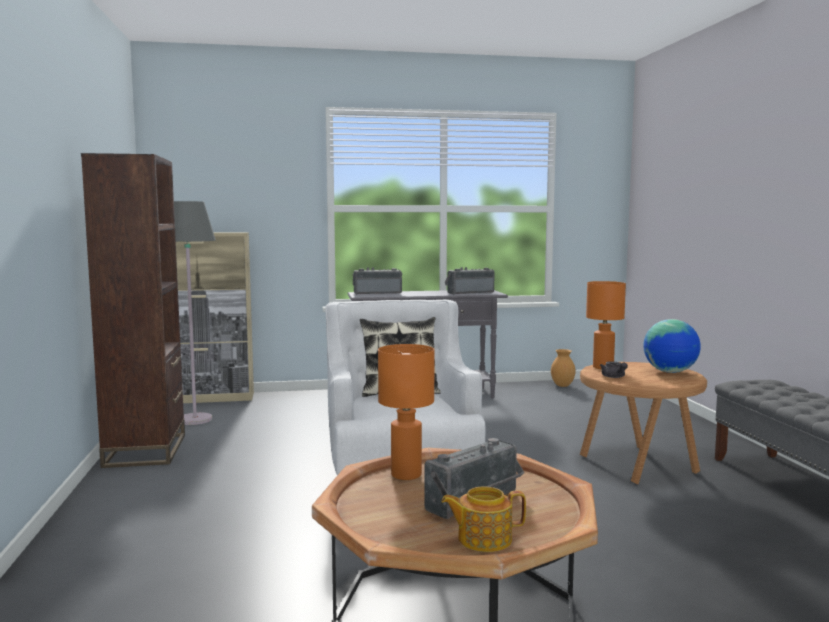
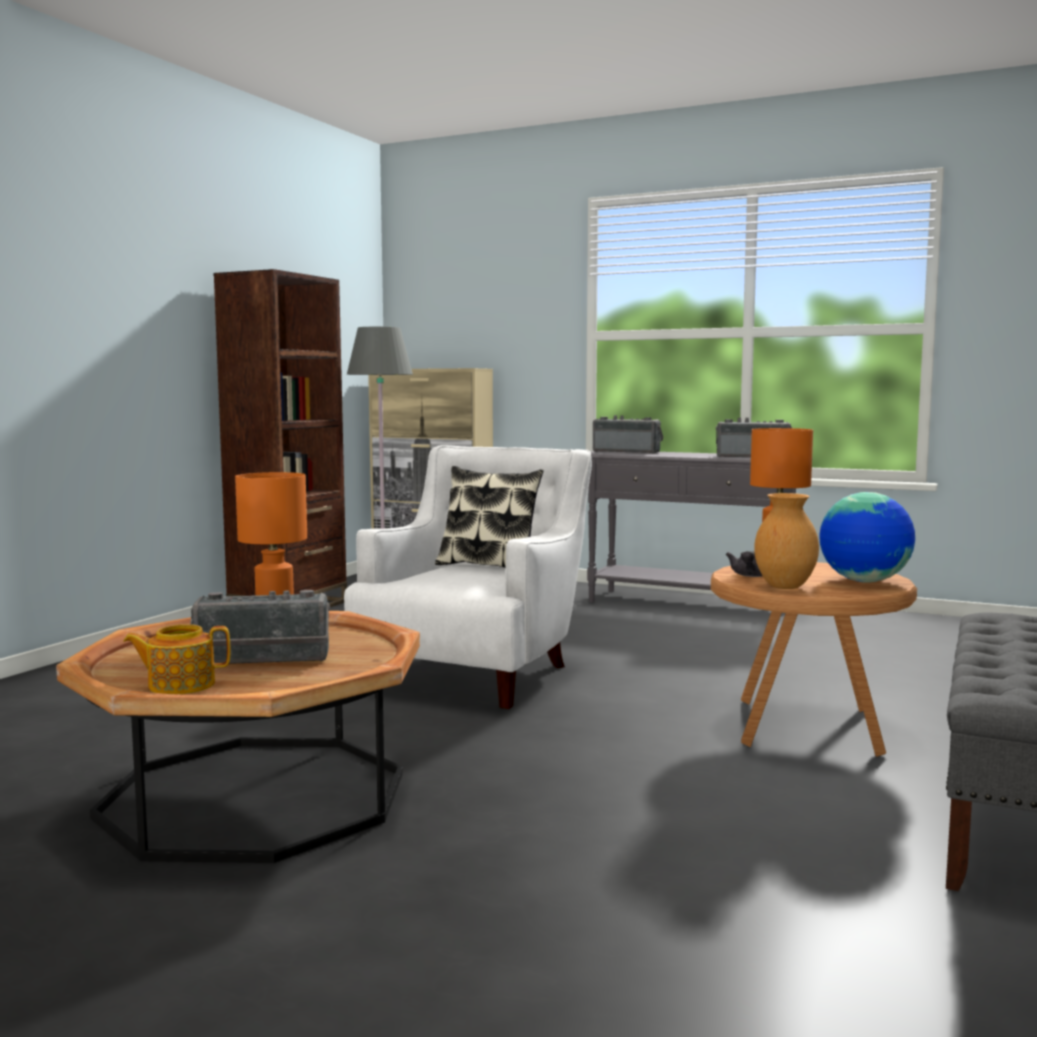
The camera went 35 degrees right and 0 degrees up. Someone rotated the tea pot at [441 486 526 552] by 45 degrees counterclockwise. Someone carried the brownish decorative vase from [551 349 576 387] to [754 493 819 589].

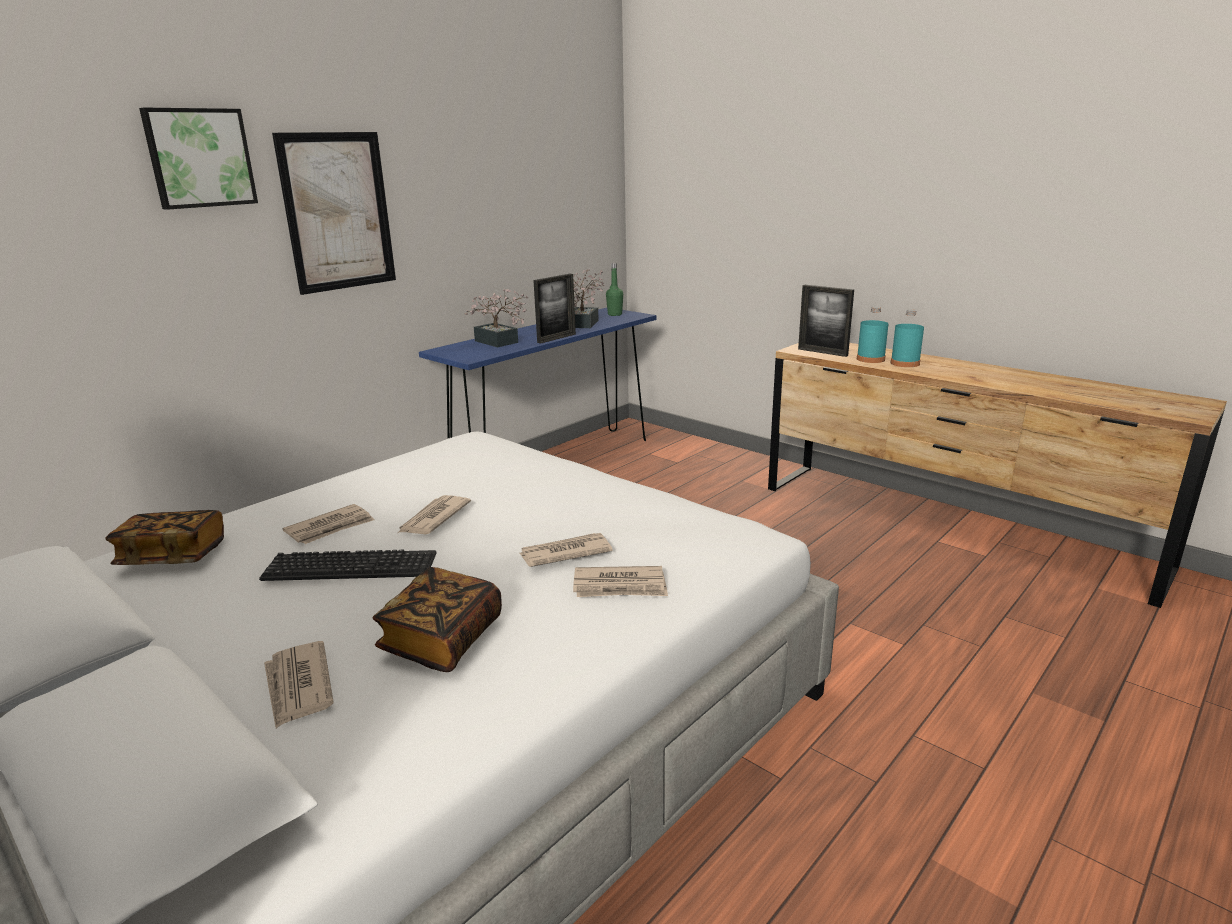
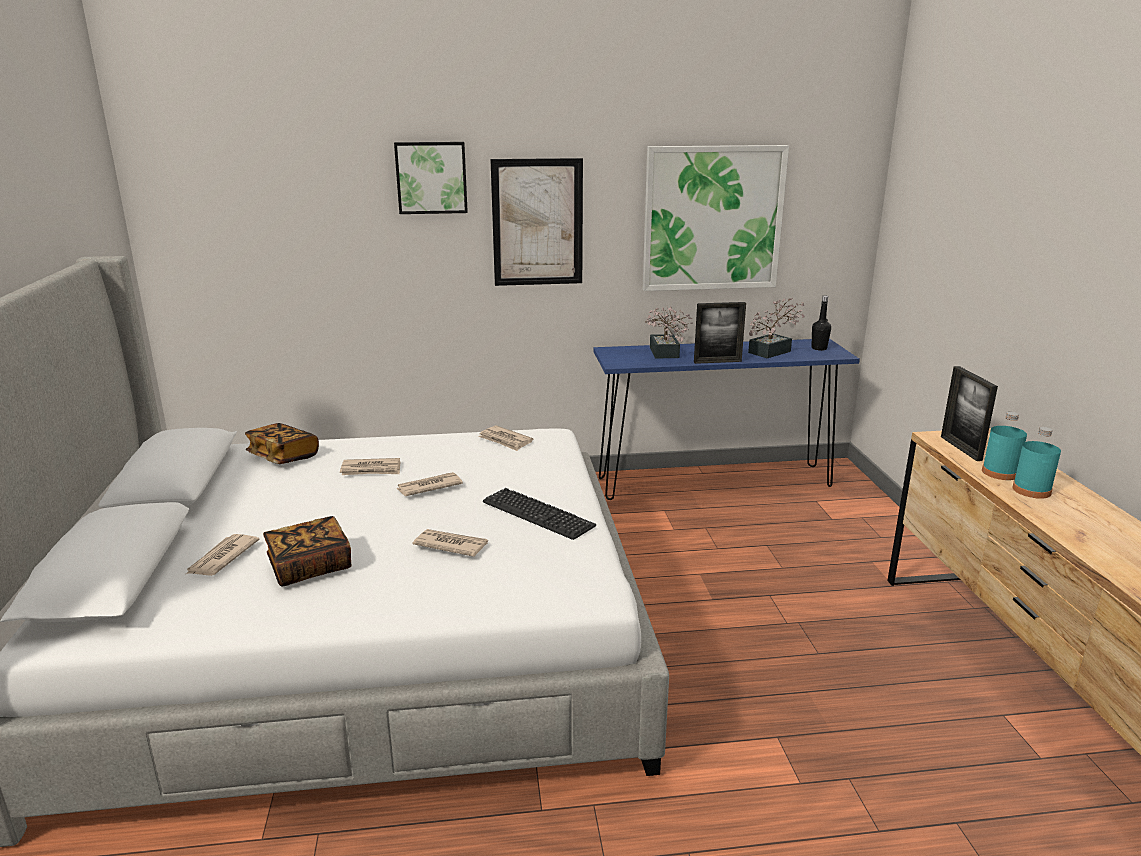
The camera went 40 degrees right and 0 degrees up. Someone carried the keyboard from [259 550 437 581] to [483 488 596 540]. Someone carried the newspaper from [573 566 668 597] to [478 426 533 451]. Someone repainted the green-coloured drink bottle at [606 263 623 316], which became the blackish drink bottle at [812 296 831 351]. Someone put up the picture at [643 145 789 291].

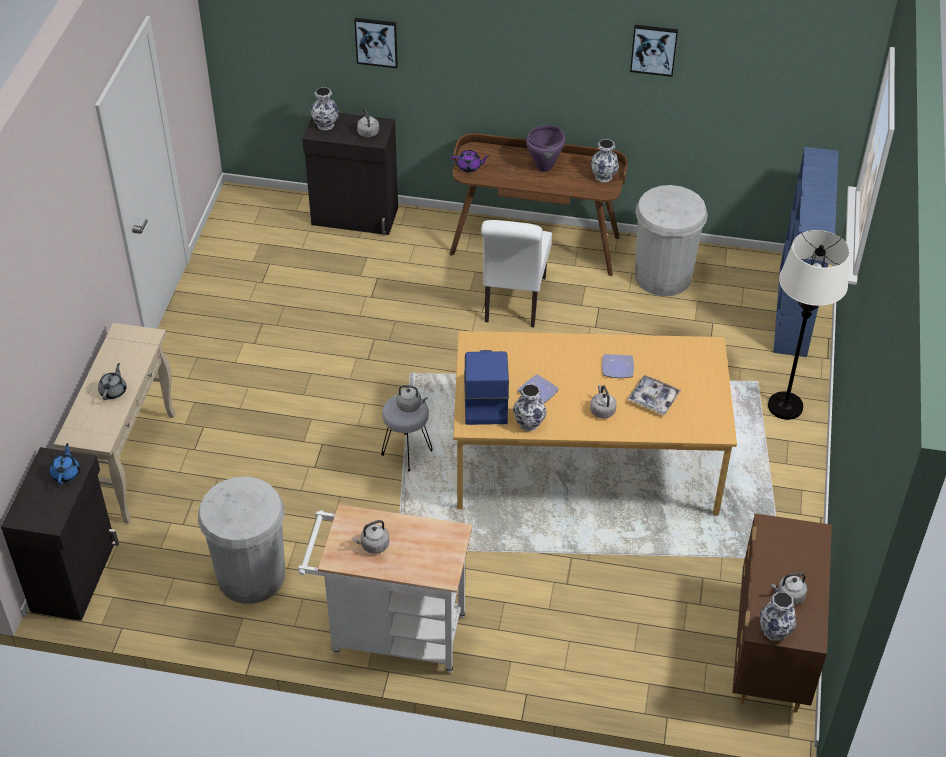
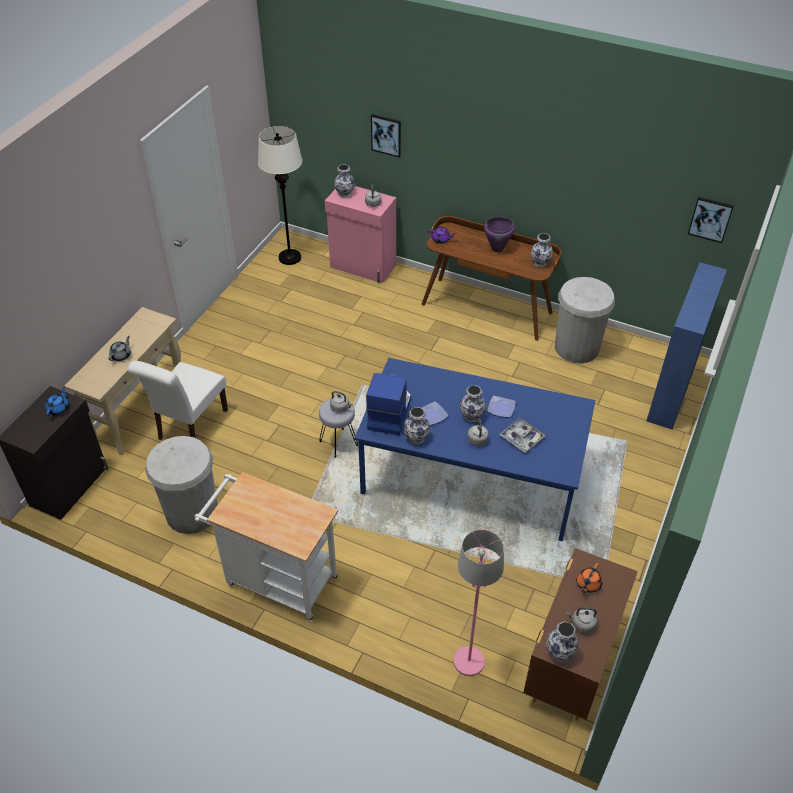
The camera went 15 degrees right and 0 degrees up. Someone repainted the blackish storage cabinet at [303 113 398 236], which became the pinkish storage cabinet at [325 186 396 283]. Someone took away the greyish tea kettle at [352 520 390 554]. Someone repainted the orangey kitchen table at [453 331 737 516], which became the bluish kitchen table at [355 358 595 541]. Someone carried the white-coloured chair from [481 220 552 327] to [127 361 228 440]. Someone carried the picture from [630 25 678 77] to [688 197 734 243]. Someone carried the white-coloured standard lamp from [768 230 850 420] to [258 126 302 265]. Someone put down the pinkish standard lamp at [454 529 504 676]. Someone put down the decorative vase at [459 385 486 423]. Someone put down the orangey tea pot at [576 563 603 593].

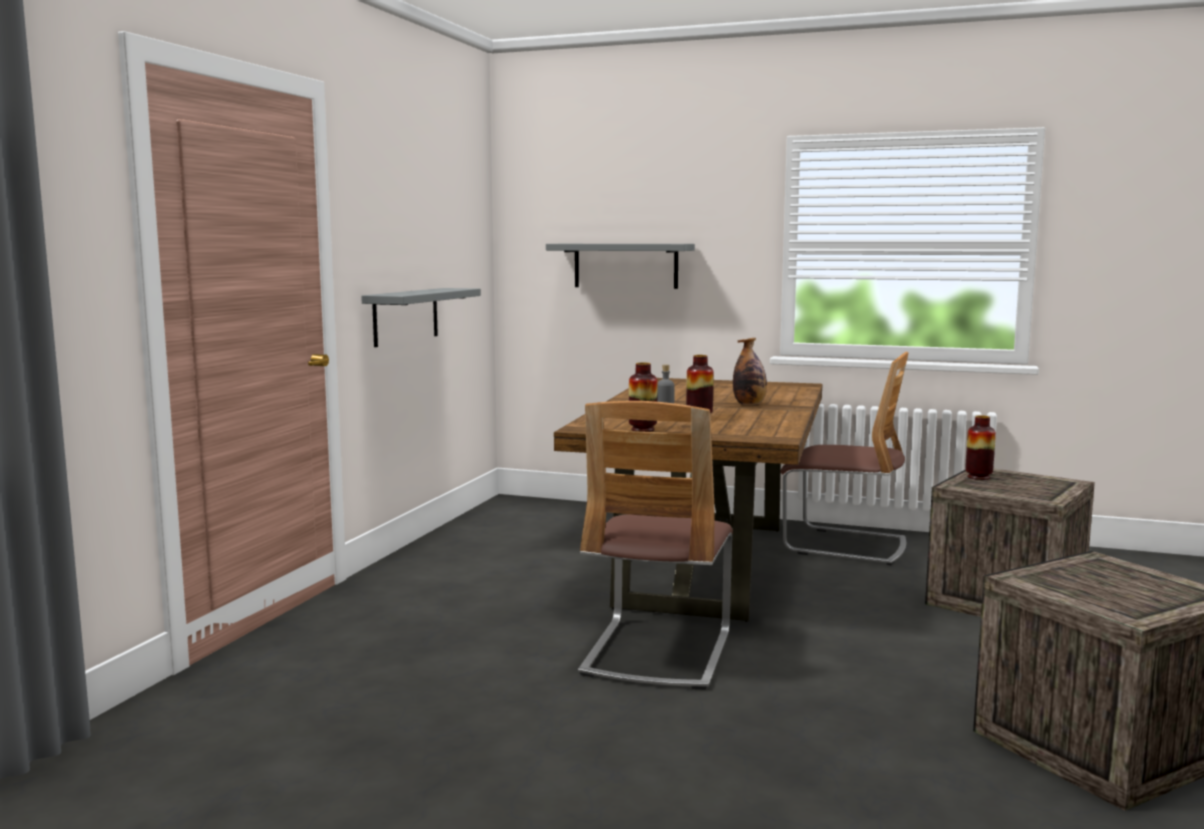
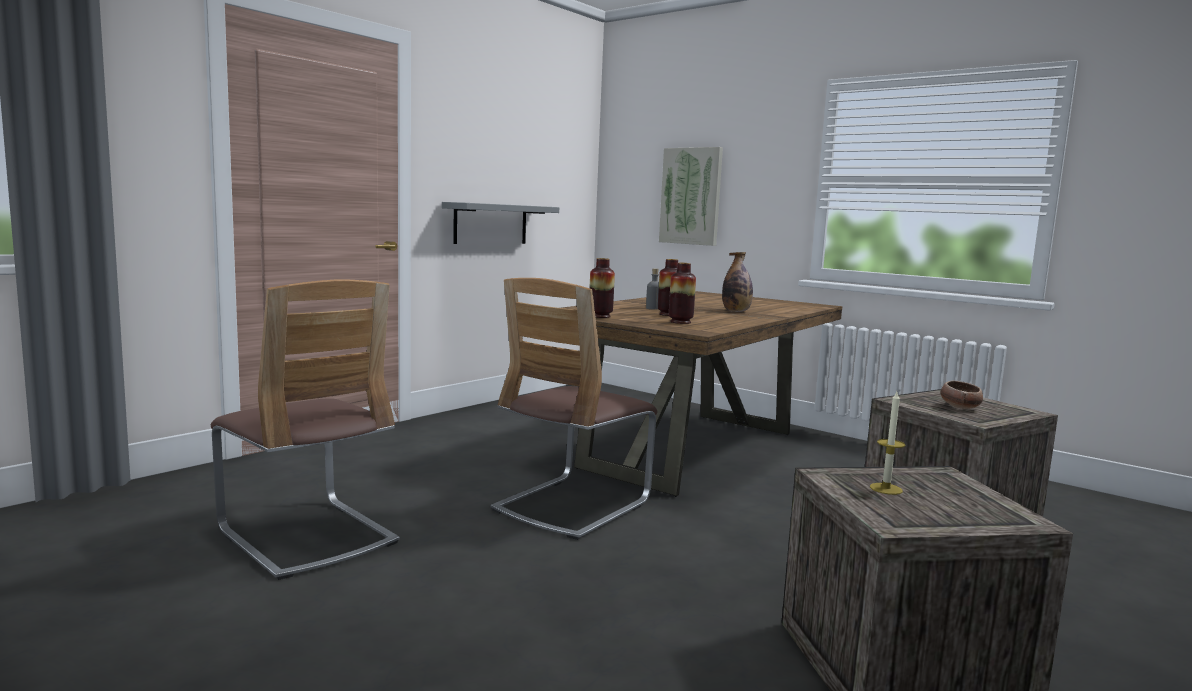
The camera went 20 degrees right and 0 degrees up. Someone swapped the greyish shelf at [546 244 695 289] for the picture at [659 147 723 246]. Someone carried the chair from [780 352 909 565] to [211 280 400 580]. Someone carried the decorative vase from [965 415 996 480] to [669 263 696 324]. Someone put down the candle at [870 392 905 495]. Someone put down the serving bowl at [940 381 983 409].

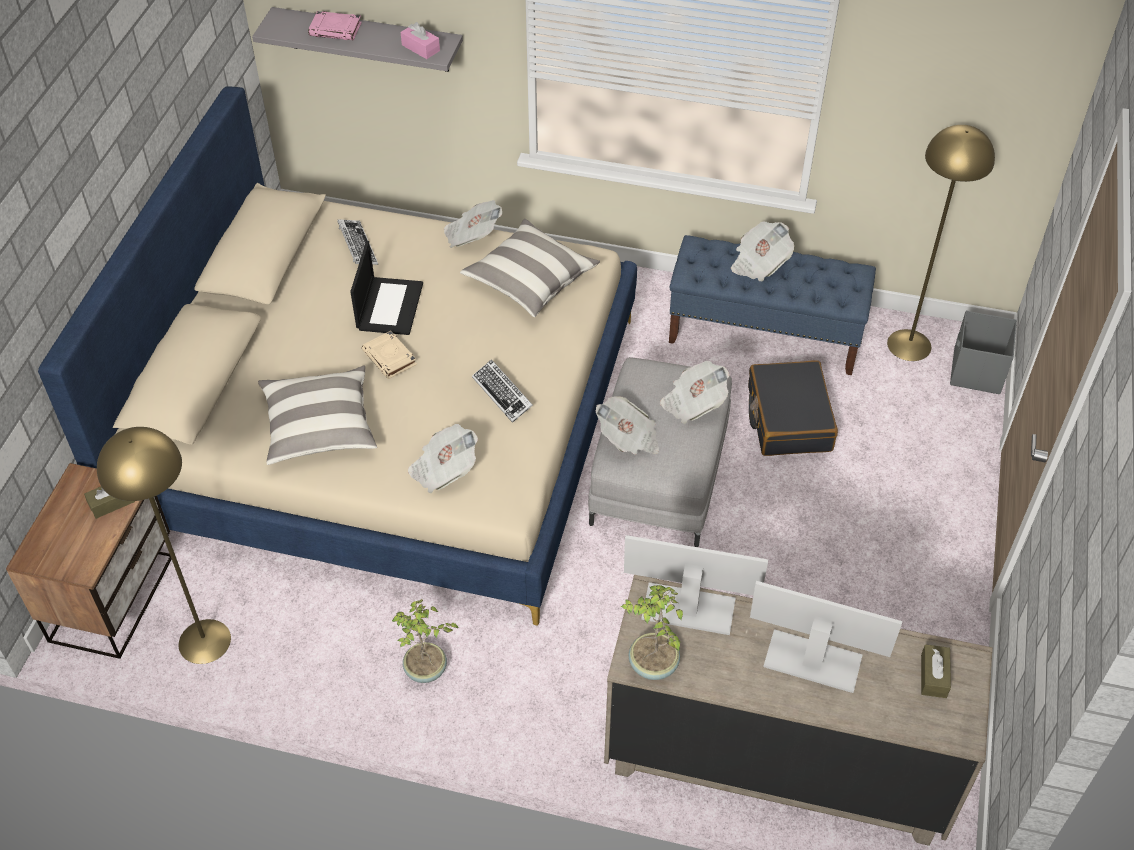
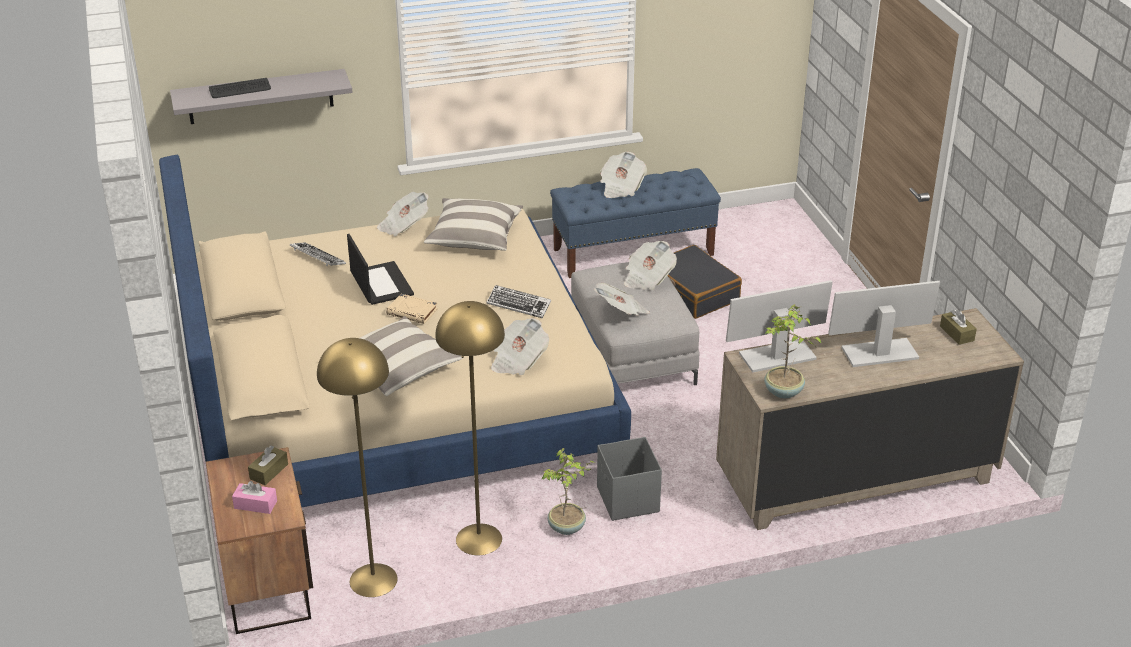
The camera went 30 degrees left and 15 degrees down. Someone swapped the pinkish bound book at [308 11 362 40] for the keyboard at [209 78 271 98]. Someone carried the pinkish tissue box from [401 22 440 59] to [232 481 277 514]. Someone carried the yellow standard lamp from [887 125 995 361] to [435 301 505 555]. Someone carried the greyish storage container from [950 311 1017 394] to [597 437 662 521].

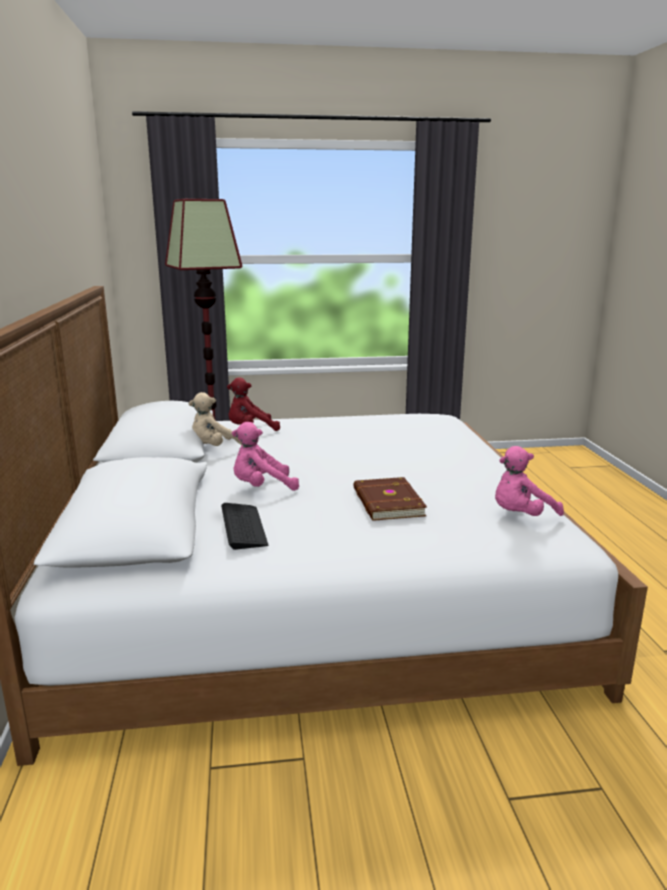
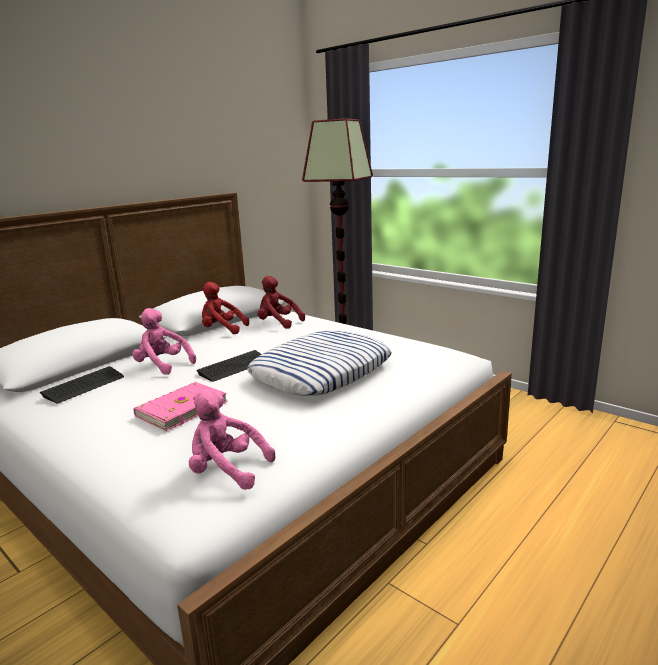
The camera went 50 degrees right and 0 degrees up. Someone repainted the sand-coloured plush toy at [189 392 242 446], which became the reddish plush toy at [202 282 249 334]. Someone repainted the brownish bound book at [354 477 427 521], which became the pinkish bound book at [133 382 228 431]. Someone put down the keyboard at [197 350 262 382]. Someone put down the throw pillow at [247 331 392 396].

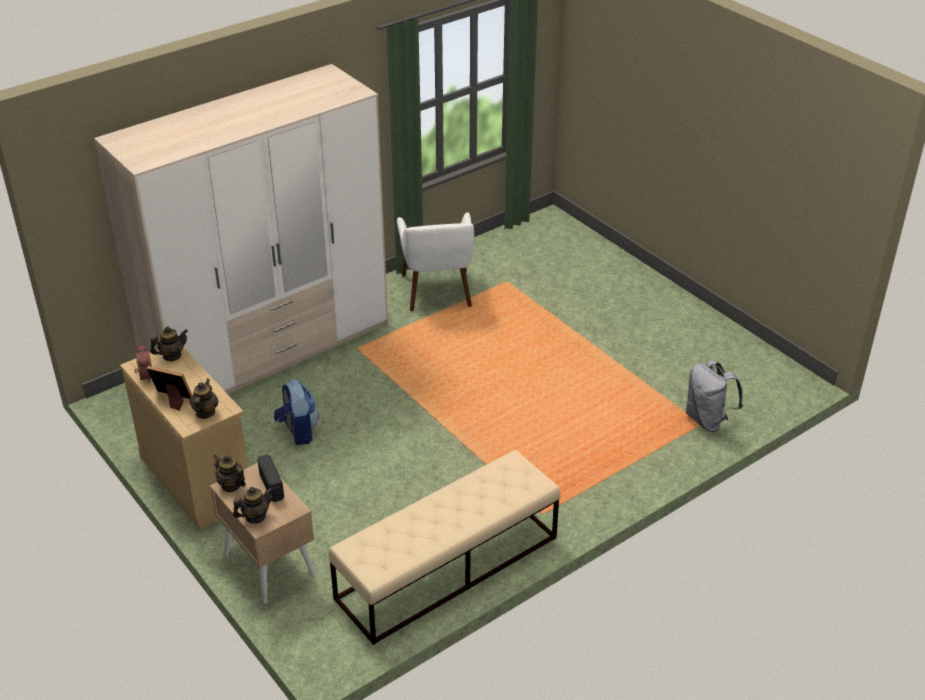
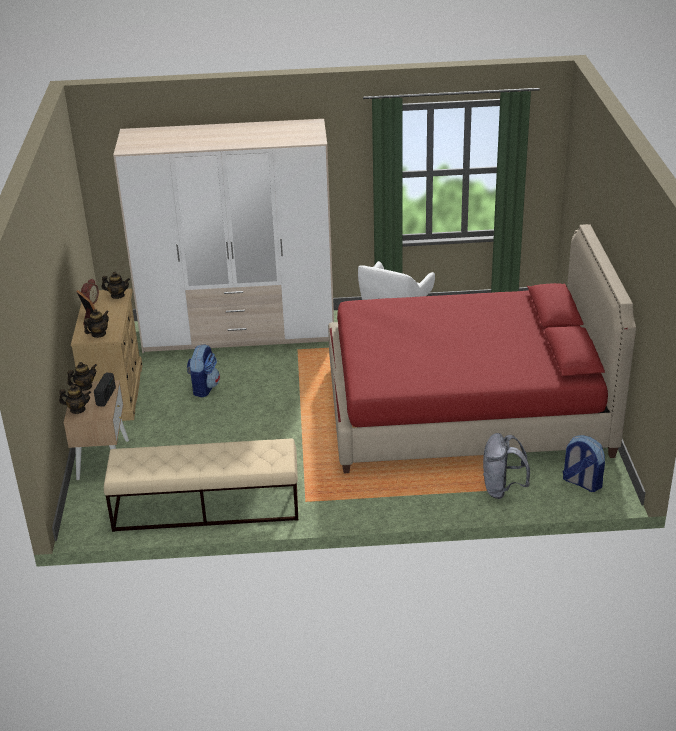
The camera went 35 degrees right and 5 degrees down. Someone rotated the tea pot at [213 454 246 492] by 75 degrees clockwise. Someone put down the reddish sleeping bed at [328 224 636 473]. Someone put down the knapsack at [563 435 605 492].

